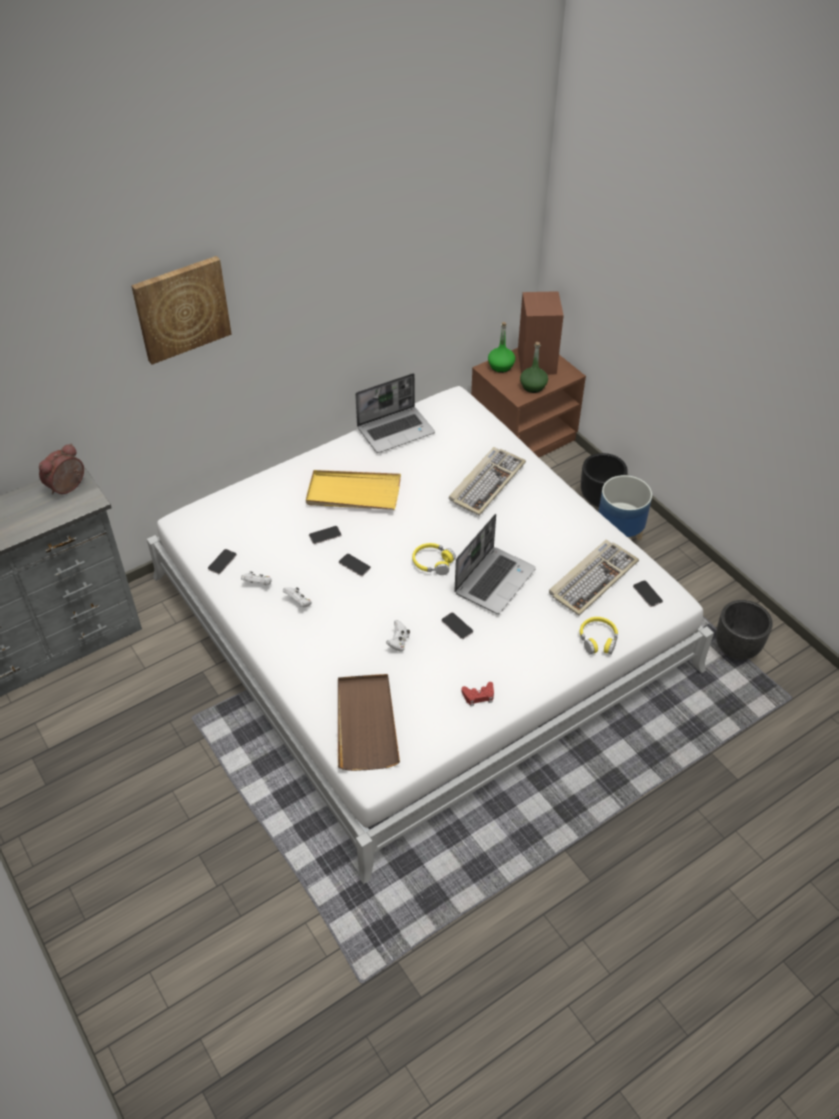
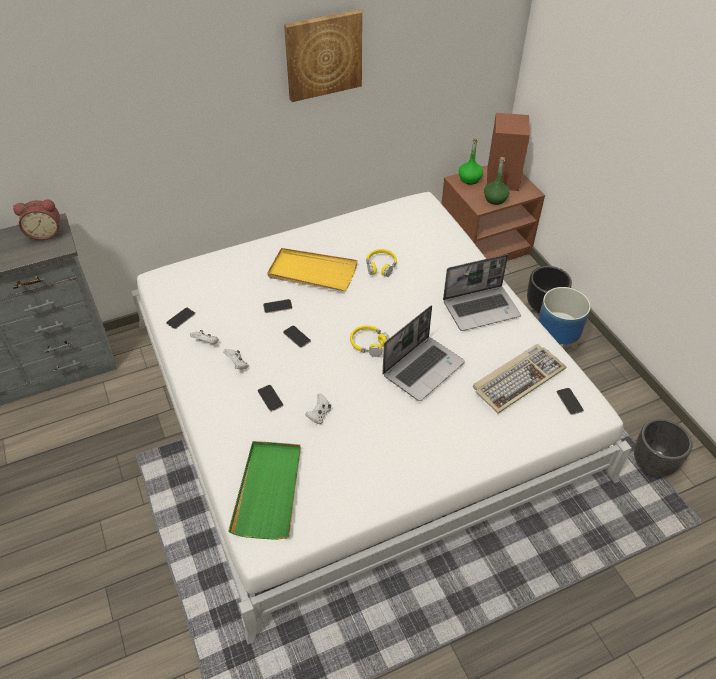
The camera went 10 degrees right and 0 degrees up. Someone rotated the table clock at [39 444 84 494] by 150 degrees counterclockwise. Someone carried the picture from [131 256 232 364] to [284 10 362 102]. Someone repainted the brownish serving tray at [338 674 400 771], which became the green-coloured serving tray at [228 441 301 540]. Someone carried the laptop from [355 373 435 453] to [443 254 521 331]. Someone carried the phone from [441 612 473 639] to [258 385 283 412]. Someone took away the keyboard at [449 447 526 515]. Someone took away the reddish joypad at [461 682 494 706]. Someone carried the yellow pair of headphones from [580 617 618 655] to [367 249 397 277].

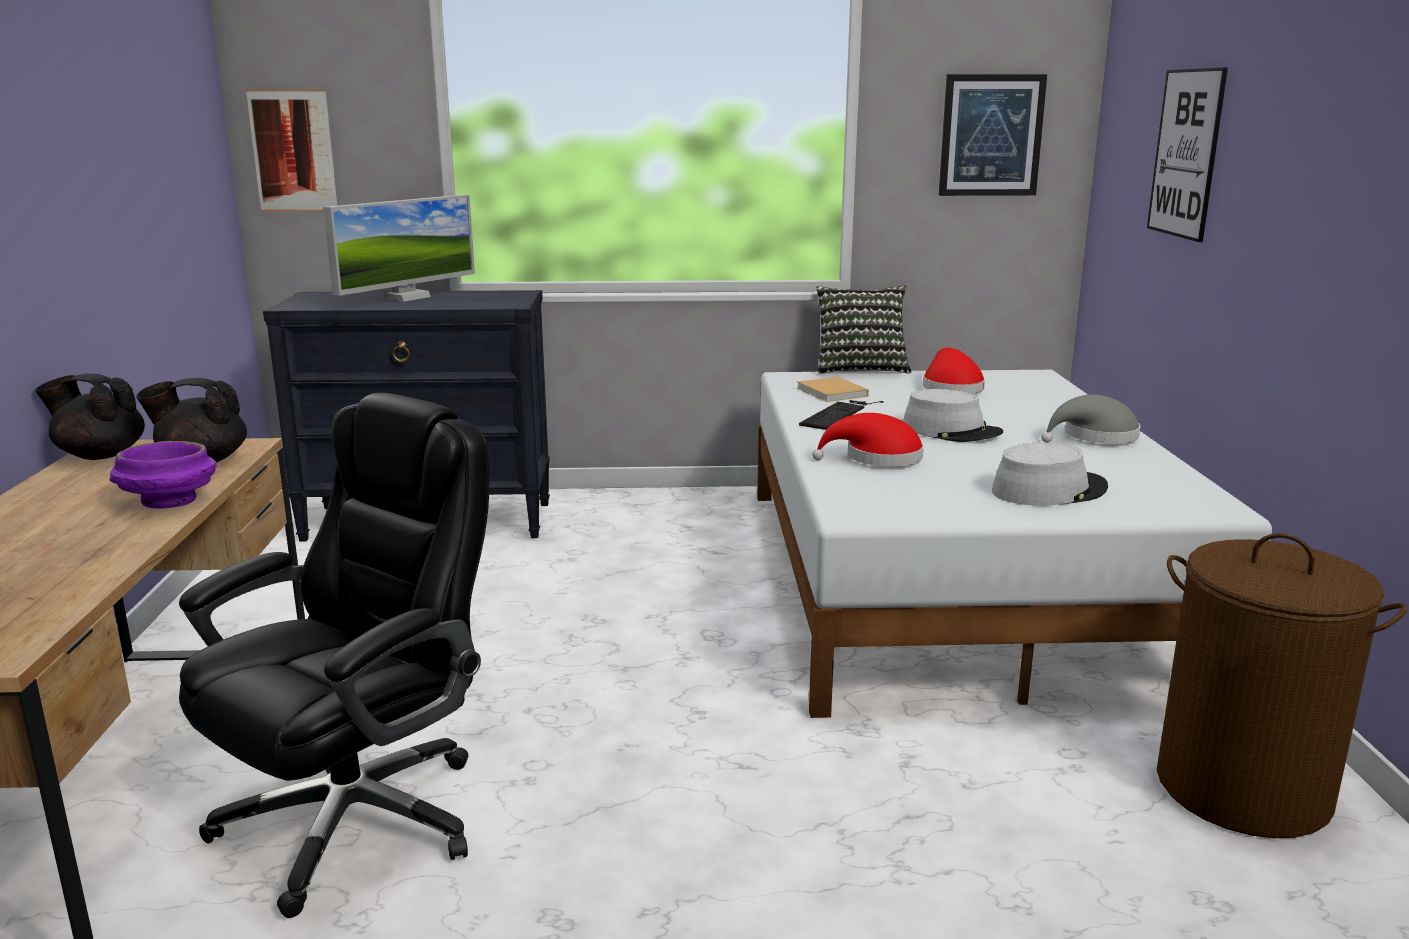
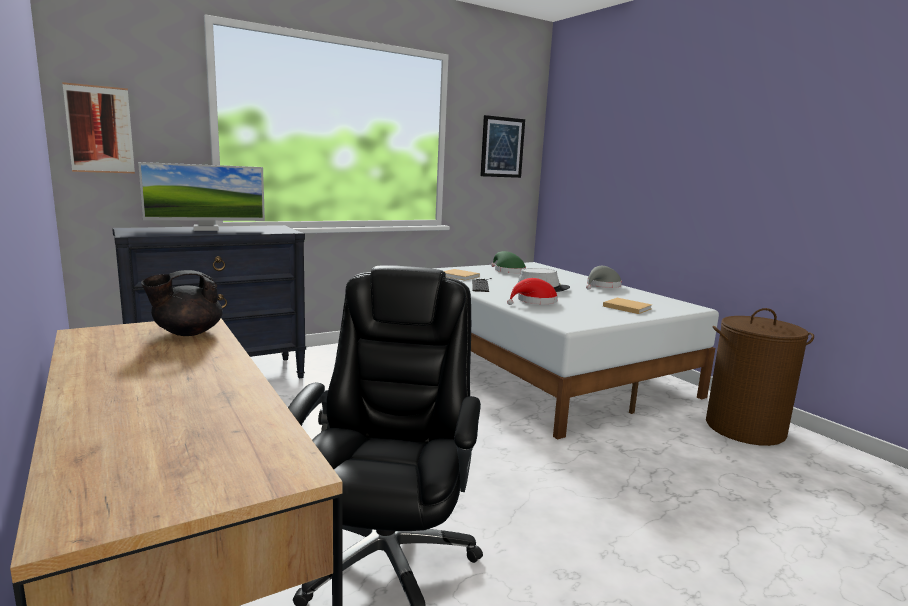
The camera went 30 degrees left and 5 degrees down. Someone took away the blackish tea pot at [35 373 145 460]. Someone took away the purplish serving bowl at [109 441 217 508]. Someone rotated the computer screen at [323 195 475 302] by 60 degrees clockwise. Someone took away the throw pillow at [816 285 911 374]. Someone repainted the reddish clothing hat at [923 348 985 394], which became the green-coloured clothing hat at [491 251 526 273]. Someone swapped the greyish clothing hat at [992 442 1108 506] for the sand-coloured bound book at [603 298 652 314]. Someone took away the picture at [1147 67 1228 242].

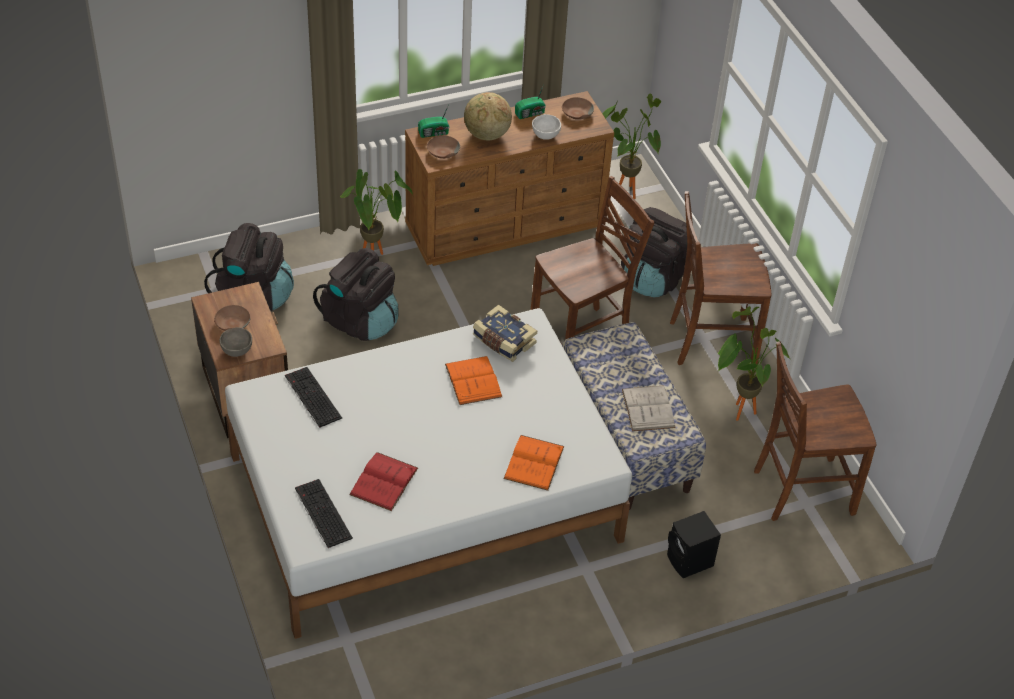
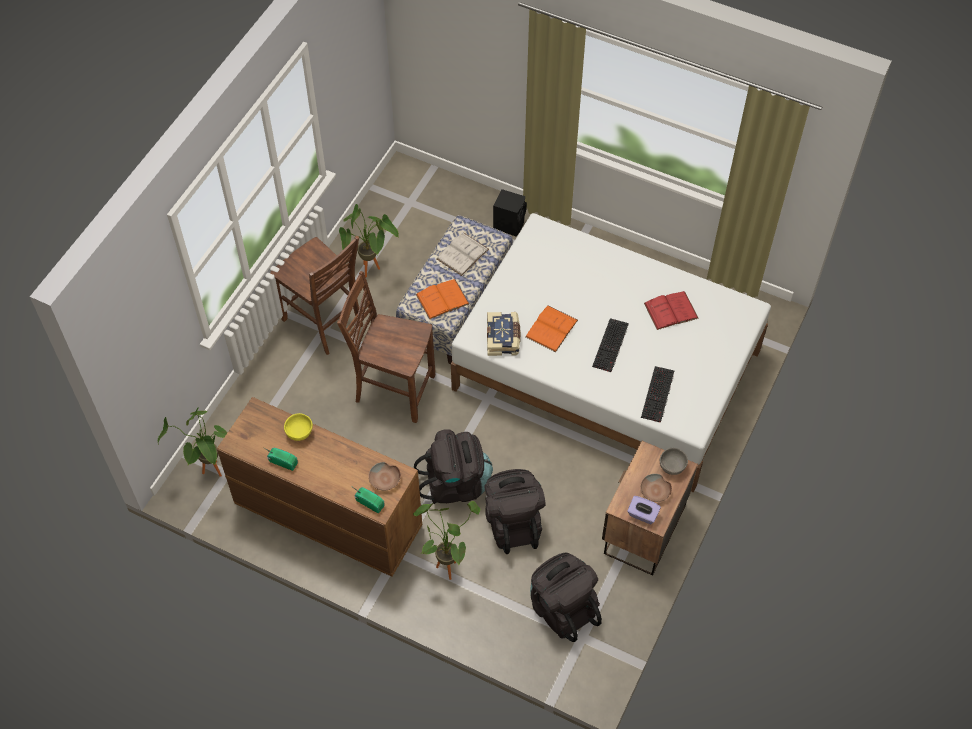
The camera went 130 degrees left and 10 degrees up. Someone carried the keyboard from [295 479 353 548] to [592 318 629 372]. Someone took away the world globe at [464 92 512 141]. Someone carried the orangey bound book from [504 435 564 491] to [416 279 469 319]. Someone repainted the white-coloured serving bowl at [532 114 561 140], which became the yellow serving bowl at [284 413 313 441]. Someone took away the brownish serving bowl at [562 97 594 120]. Someone carried the blackish knapsack from [621 207 687 297] to [414 429 493 504]. Someone took away the brownish chair at [754 341 877 521]. Someone put down the purplish tissue box at [627 496 661 524].

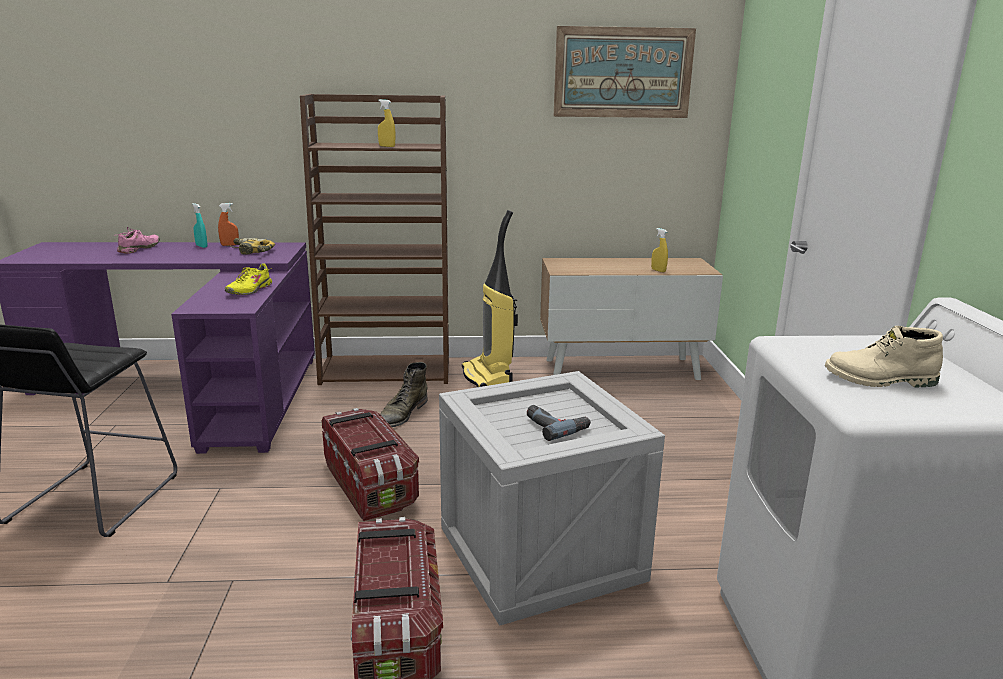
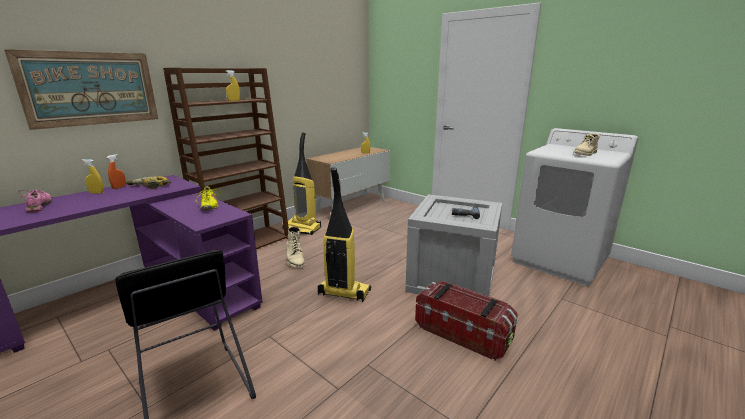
The camera went 45 degrees left and 0 degrees up. Someone repainted the turquoise-coloured spray bottle at [192 203 207 248], which became the yellow spray bottle at [81 159 104 193]. Someone swapped the storage container at [321 408 419 521] for the hoover at [318 167 371 302]. Someone repainted the green-coloured tall boot at [380 362 427 427], which became the sand-coloured tall boot at [286 227 305 267]. Someone carried the picture from [554 26 696 118] to [4 49 158 130].

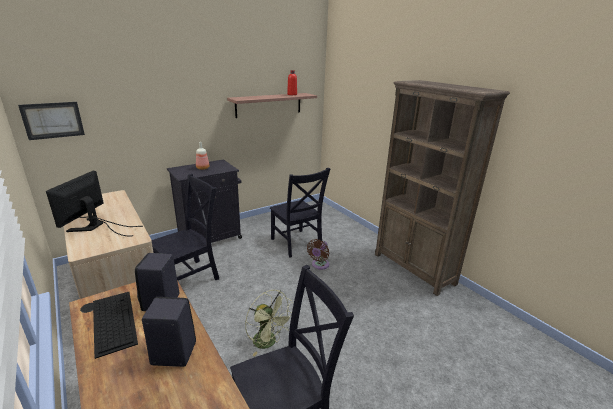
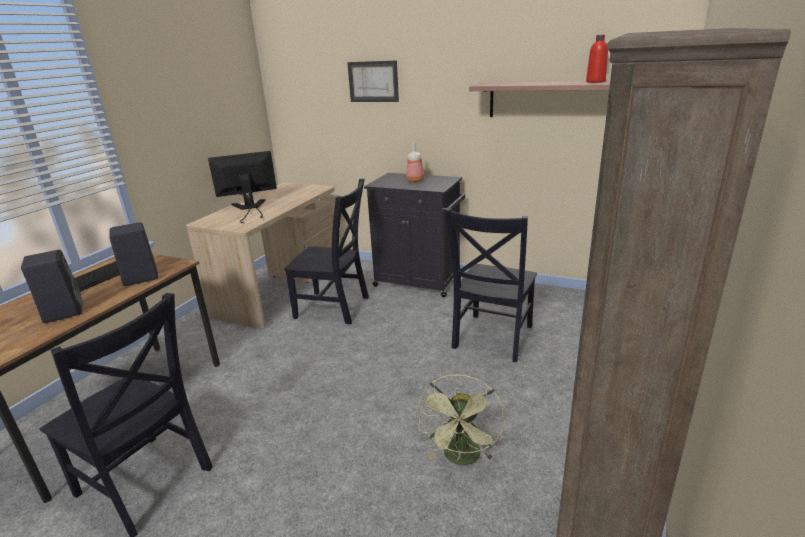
The camera went 60 degrees right and 0 degrees up. Someone carried the picture from [18 102 85 140] to [347 60 399 102]. Someone carried the green-coloured fan from [245 290 293 356] to [417 375 505 465]. Someone took away the brownish fan at [307 239 329 270].

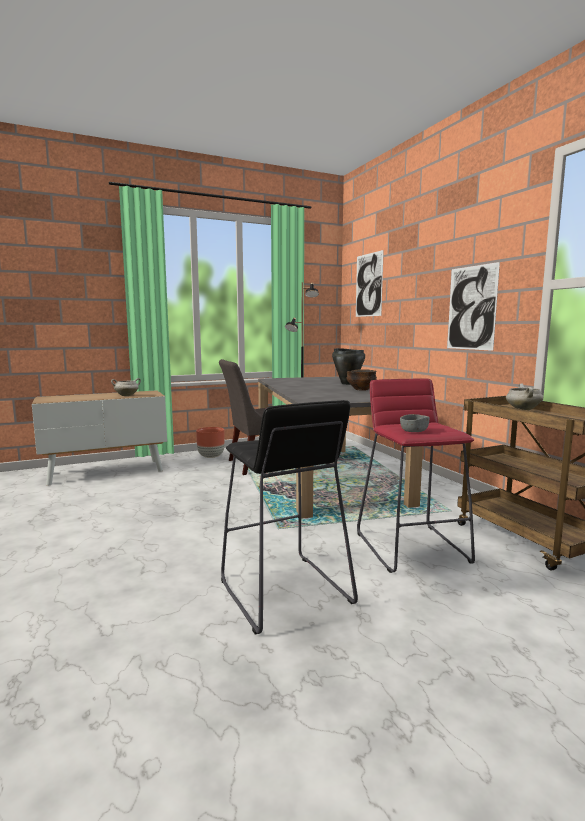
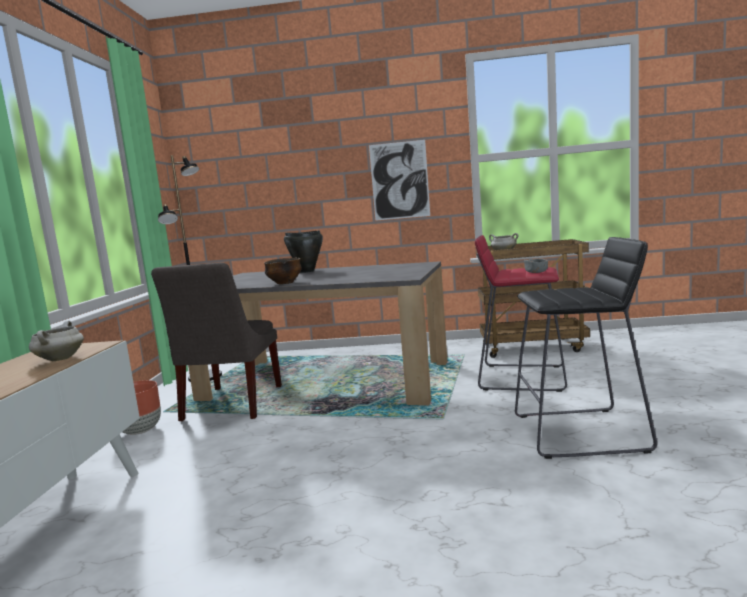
The camera went 60 degrees left and 0 degrees up. Someone carried the serving bowl from [346 369 377 391] to [264 258 302 284]. Someone took away the picture at [356 250 384 317].

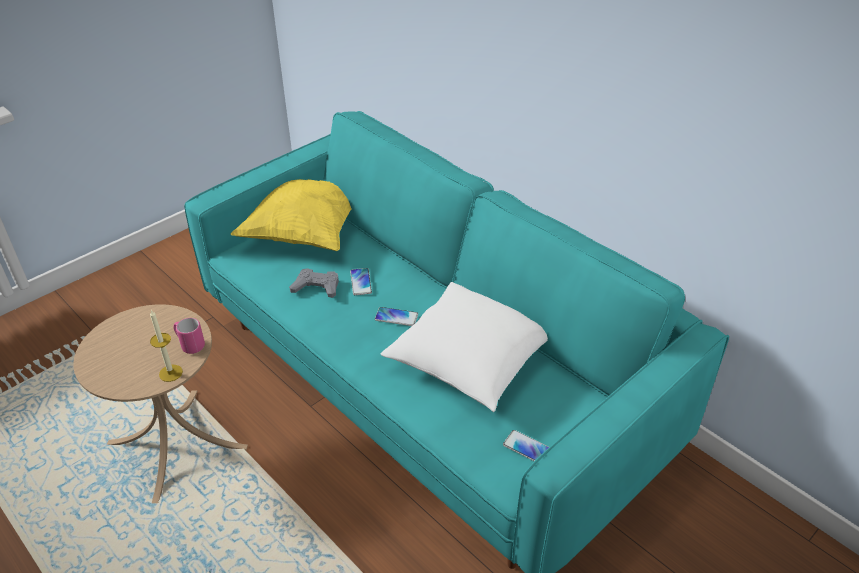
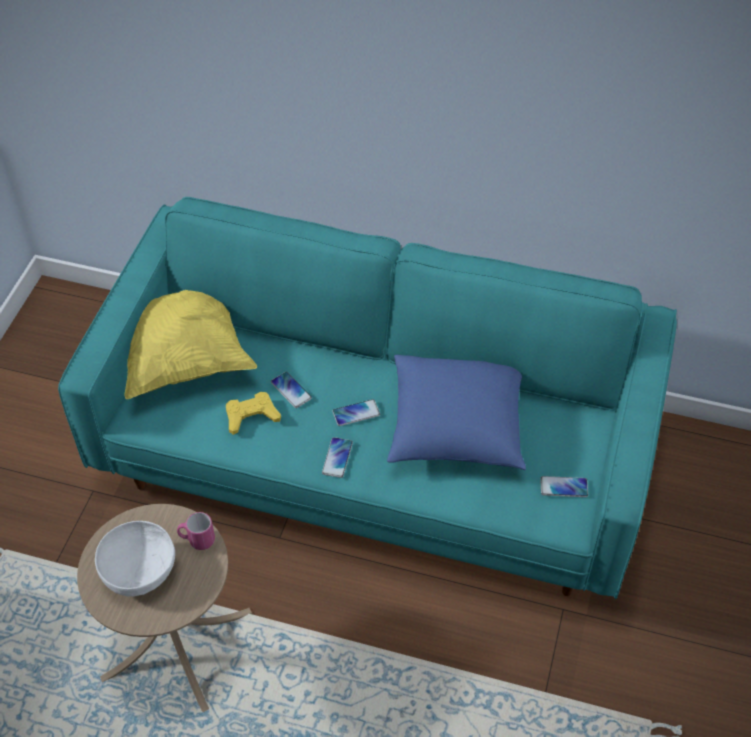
The camera went 30 degrees left and 10 degrees up. Someone took away the candle at [150 310 183 382]. Someone repainted the greyish joypad at [289 268 339 298], which became the yellow joypad at [226 392 281 435]. Someone repainted the white-coloured throw pillow at [381 282 548 412], which became the bluish throw pillow at [387 355 526 470]. Someone put down the white-coloured serving bowl at [95 521 175 597]. Someone put down the phone at [322 437 353 478].

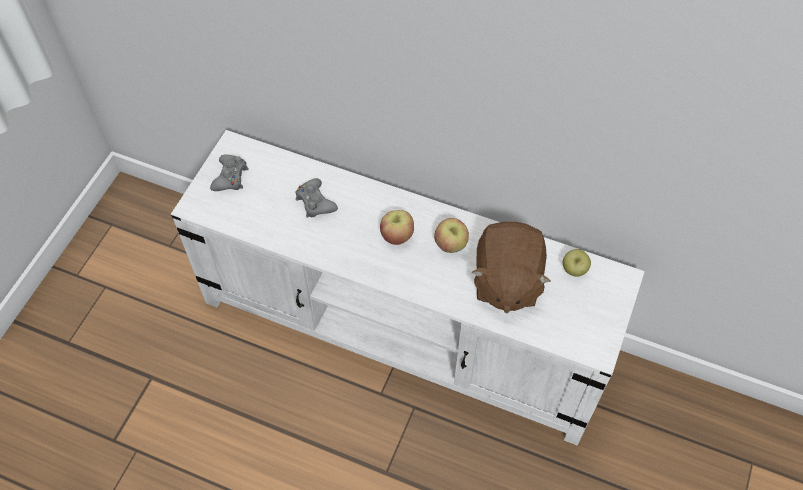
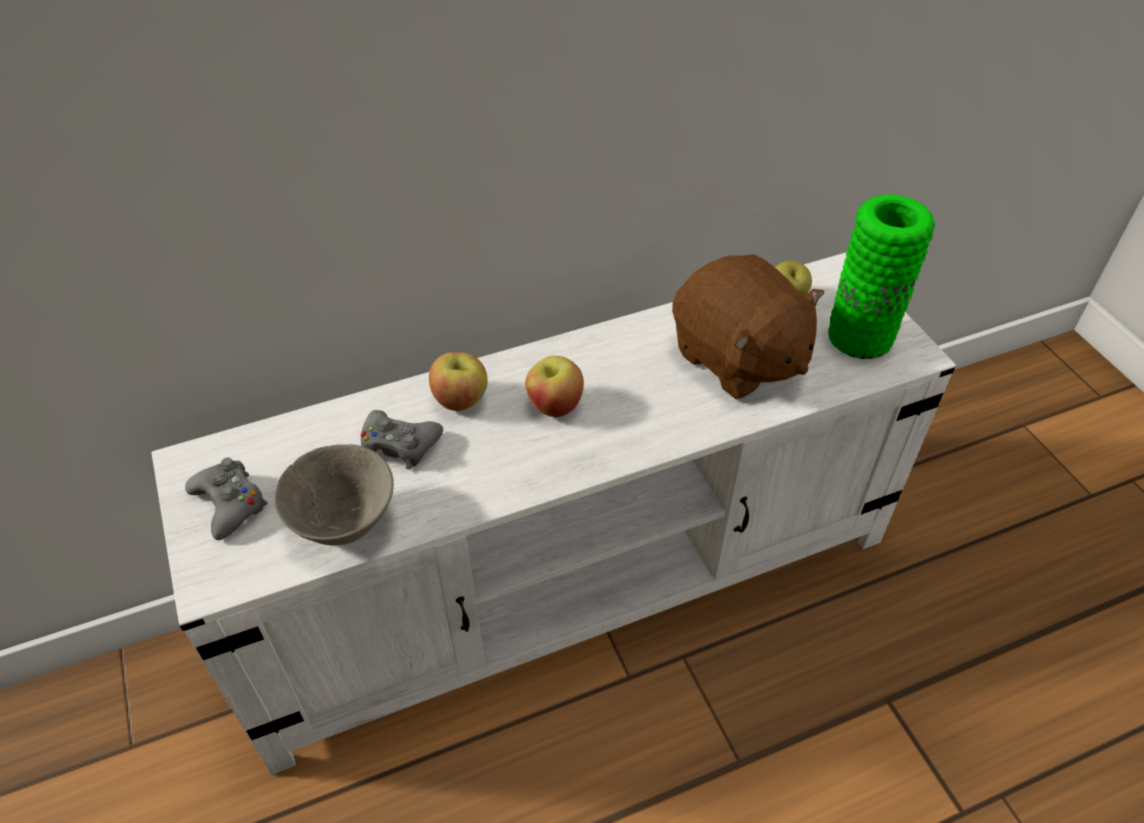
The camera went 45 degrees left and 10 degrees down. Someone carried the apple fruit from [434 218 469 253] to [429 352 488 411]. Someone put down the greyish serving bowl at [274 444 394 546]. Someone put down the green-coloured decorative vase at [828 194 935 359].

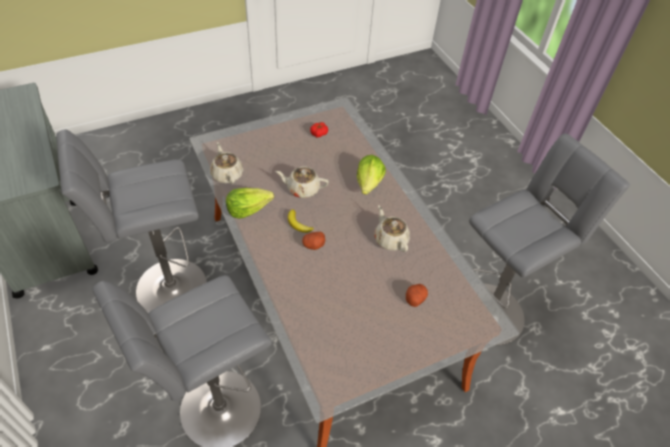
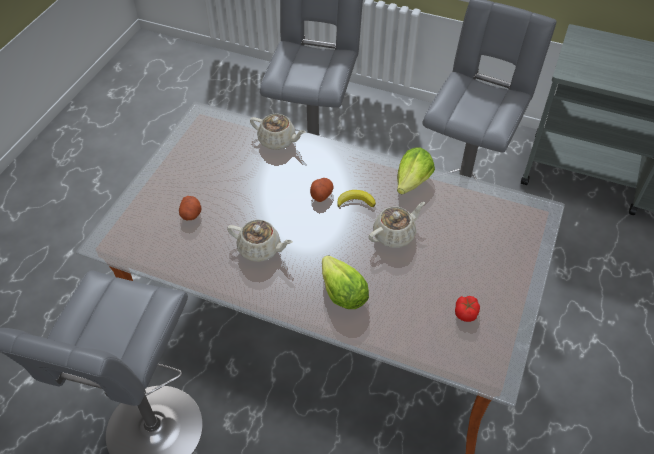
The camera went 140 degrees right and 0 degrees up. Someone carried the sand-coloured tea pot from [210 142 243 184] to [250 113 306 150].

